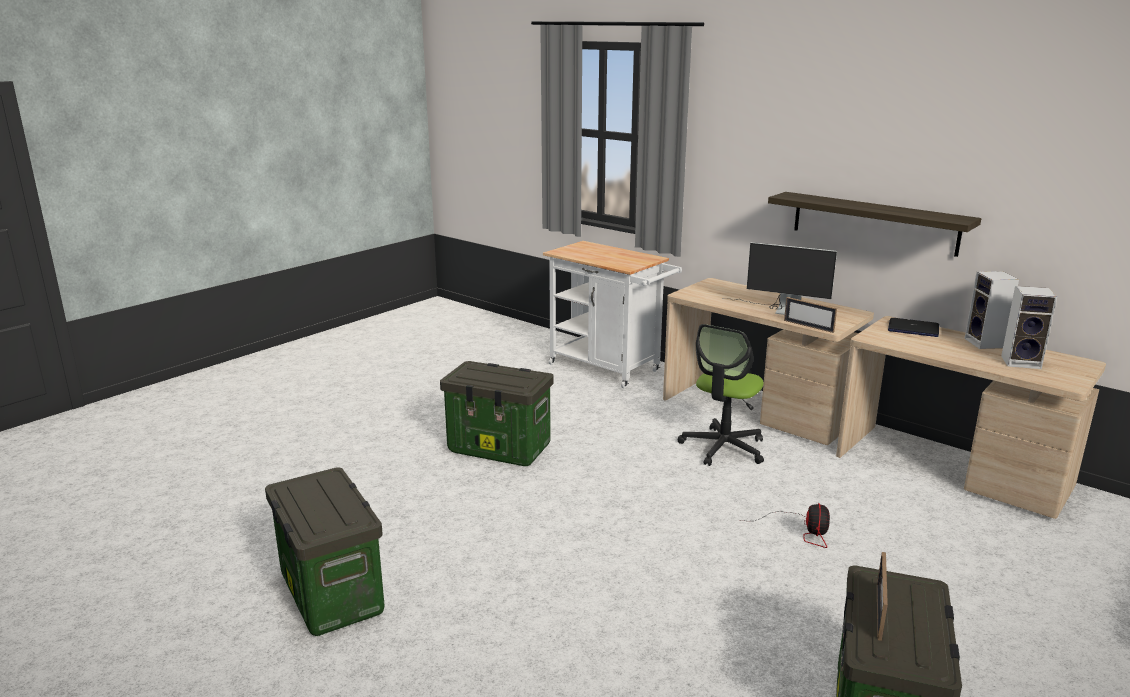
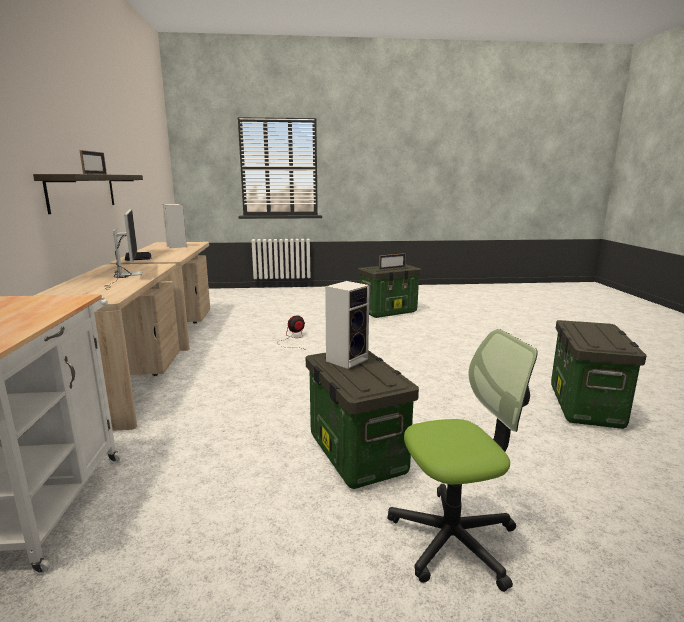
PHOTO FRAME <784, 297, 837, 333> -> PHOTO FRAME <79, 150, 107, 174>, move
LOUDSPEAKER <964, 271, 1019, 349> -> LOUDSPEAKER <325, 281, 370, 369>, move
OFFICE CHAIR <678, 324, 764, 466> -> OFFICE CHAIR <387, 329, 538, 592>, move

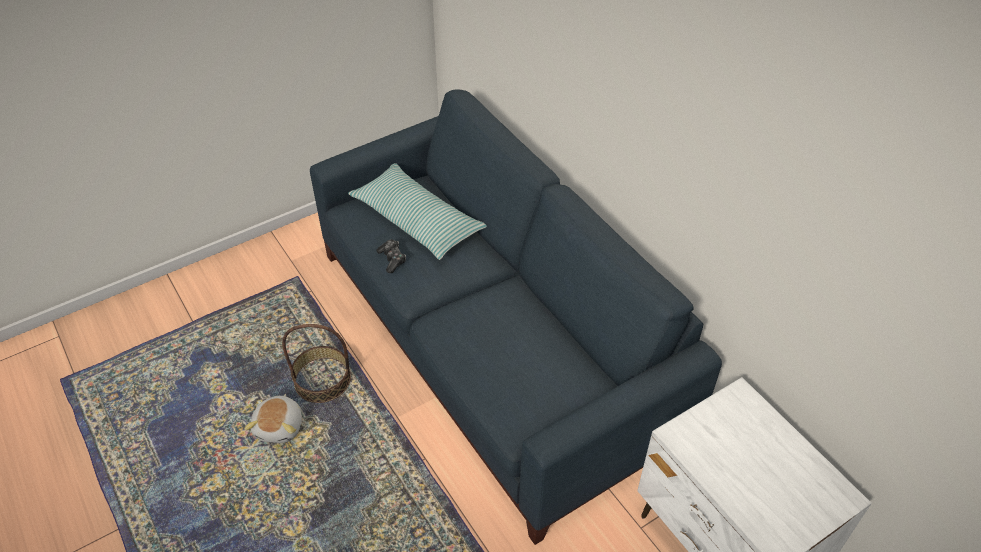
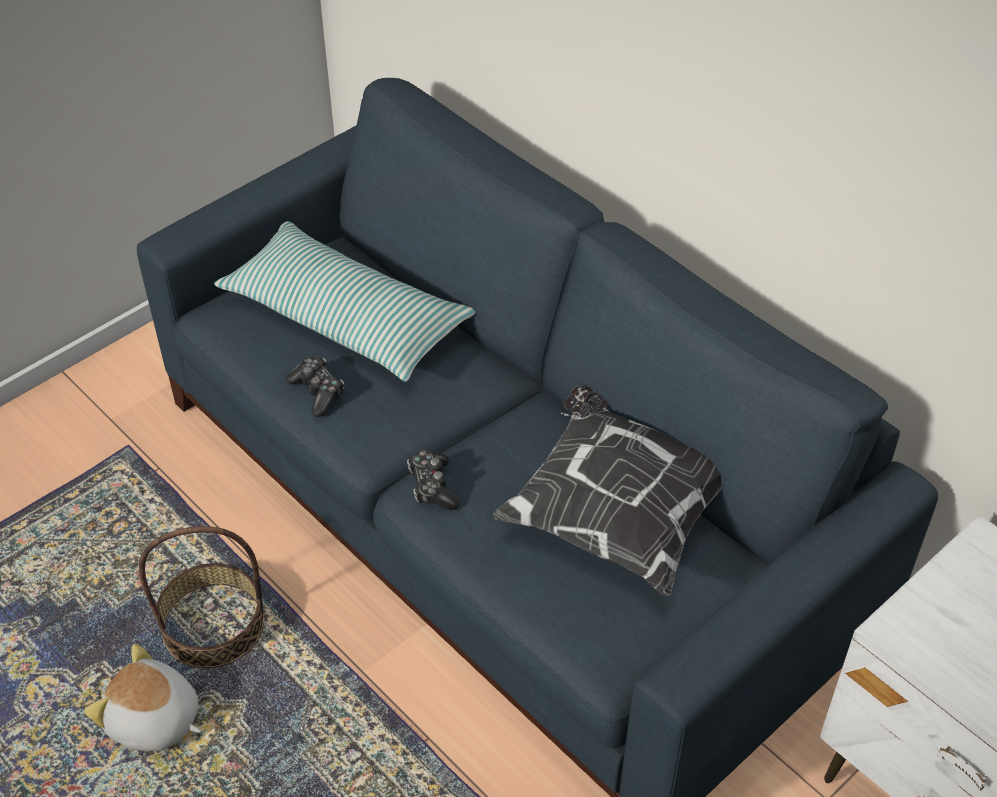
PLUSH TOY <244, 394, 302, 443> -> PLUSH TOY <84, 644, 201, 751>, 120 degrees clockwise
none -> GAMEPAD <407, 450, 459, 510>
none -> CUSHION <493, 385, 722, 597>

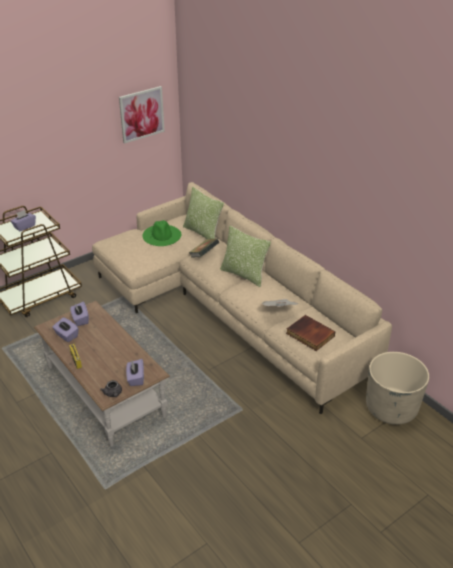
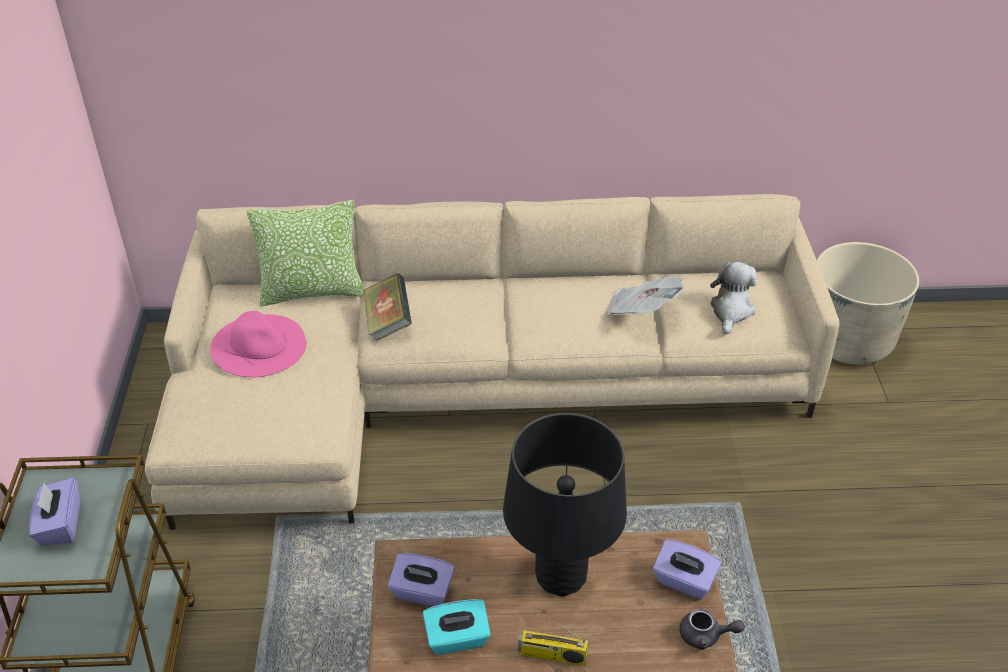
GREEN HAT <142, 220, 181, 246> -> PINKISH HAT <210, 311, 307, 377>
PURPLE TISSUE HOLDER <52, 317, 79, 342> -> TURQUOISE TISSUE HOLDER <423, 599, 491, 655>
none -> BLACK-COLOURED TABLETOP LAMP <503, 413, 627, 596>
VOLUME <286, 315, 335, 351> -> PLUSH TOY <710, 262, 757, 335>
WALL ART <119, 86, 165, 144> -> none
CUSHION <220, 226, 271, 287> -> none

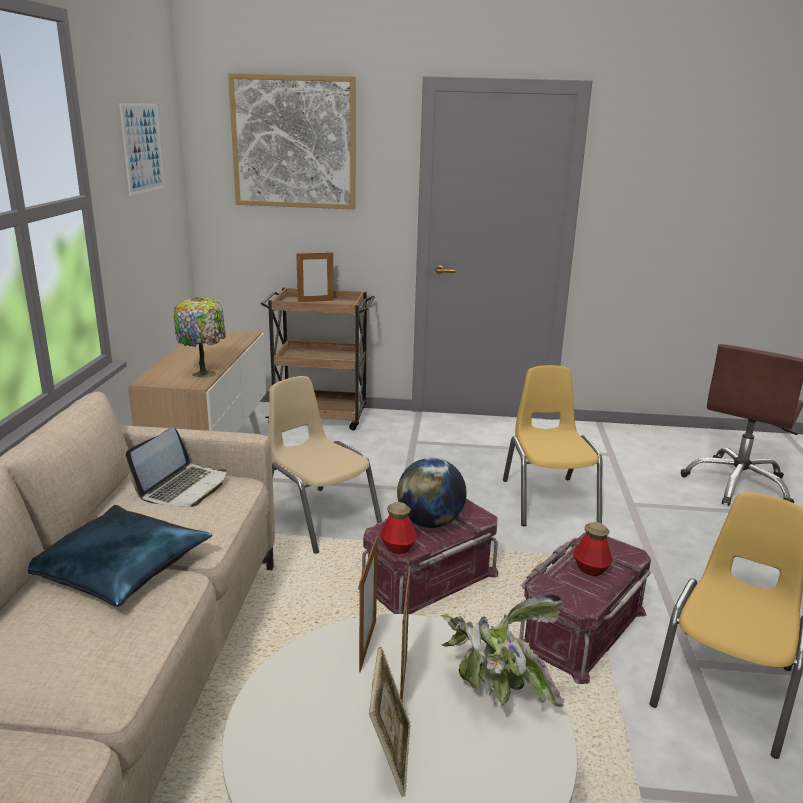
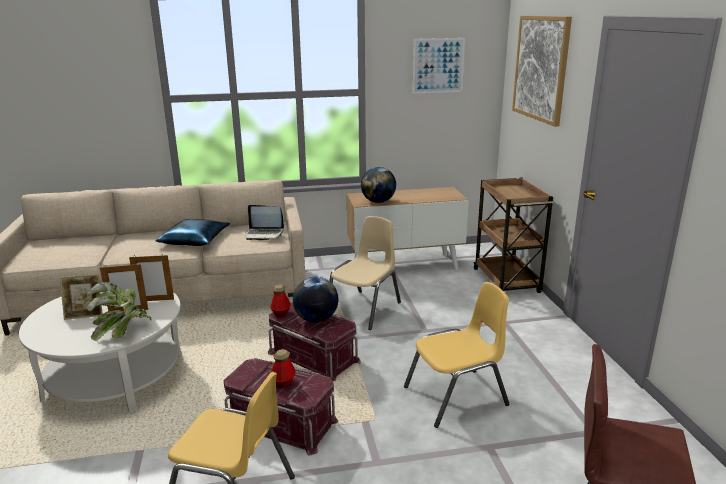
TABLETOP LAMP <173, 297, 226, 378> -> WORLD GLOBE <361, 167, 396, 203>
PHOTO FRAME <296, 251, 334, 302> -> none

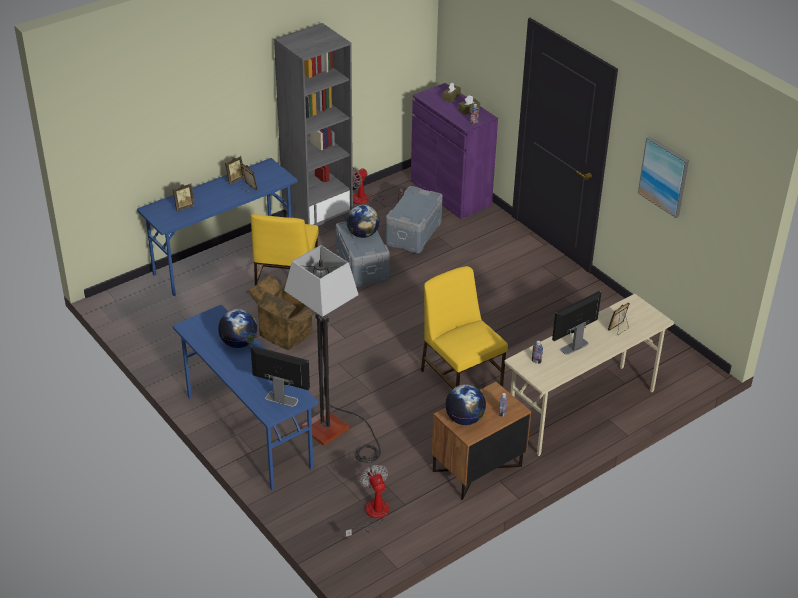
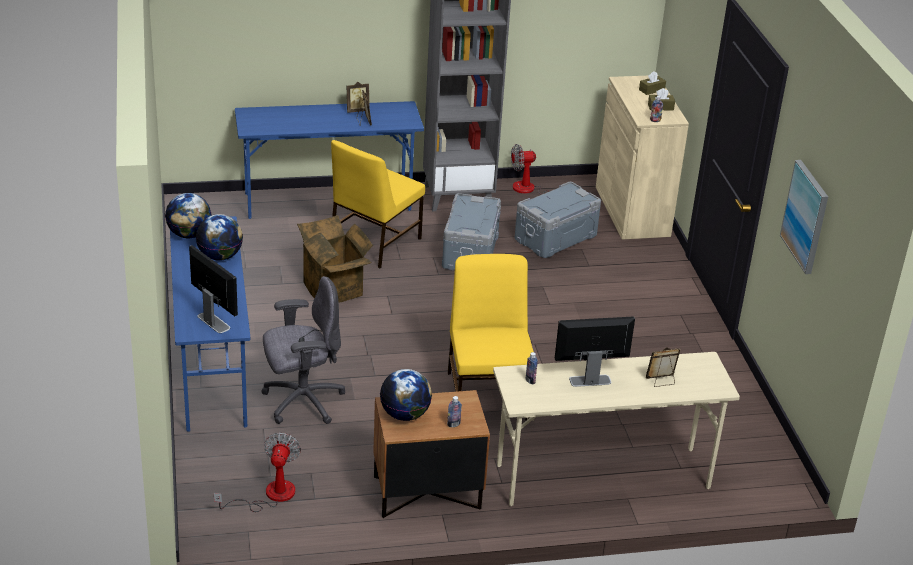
WORLD GLOBE <346, 205, 380, 238> -> WORLD GLOBE <165, 193, 212, 238>, move
STANDING LAMP <284, 245, 381, 463> -> GREYISH OFFICE CHAIR <261, 276, 345, 424>
PURPLE CABINET <411, 83, 498, 219> -> BEIGE CABINET <596, 75, 689, 240>
PHOTO FRAME <173, 184, 195, 211> -> none

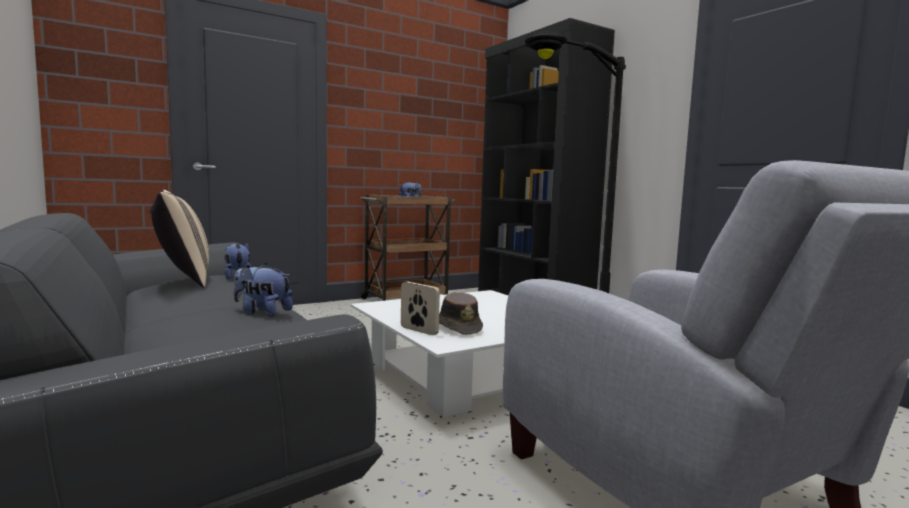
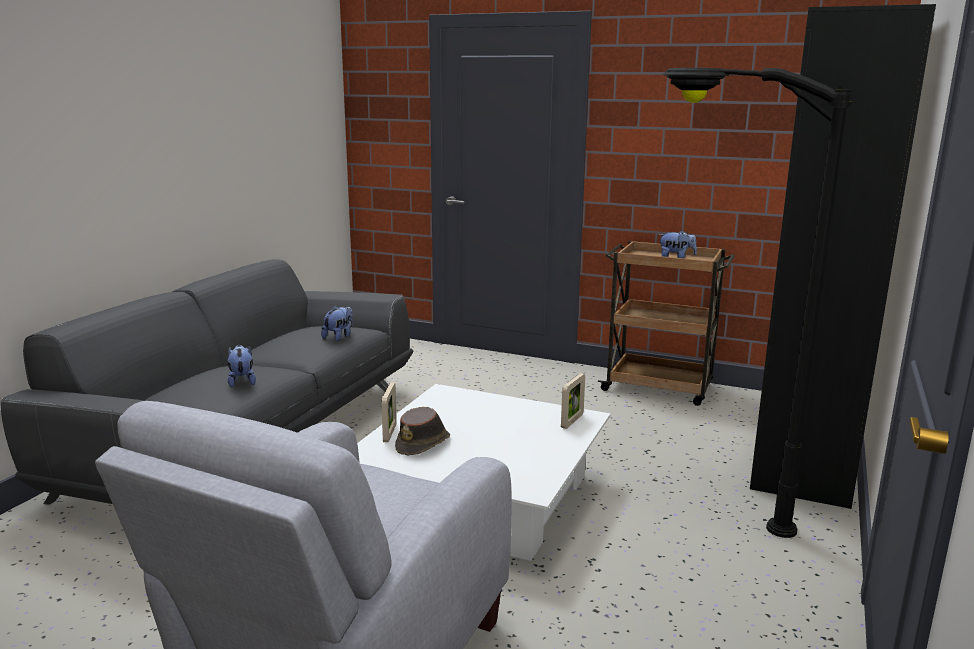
none -> PHOTO FRAME <561, 373, 585, 429>
BEIGE CUSHION <150, 190, 209, 288> -> none

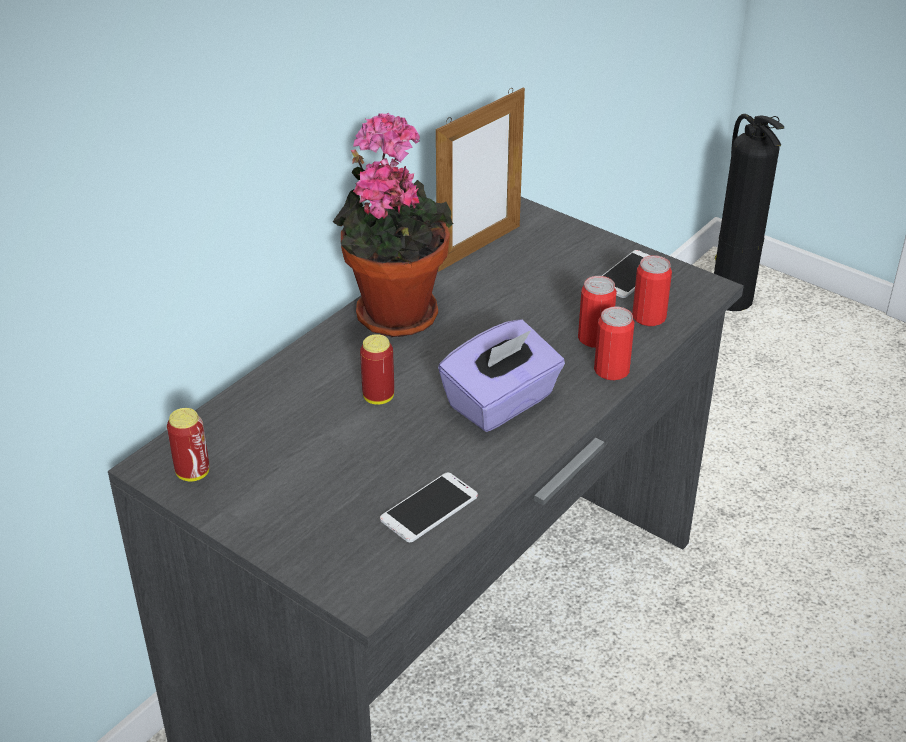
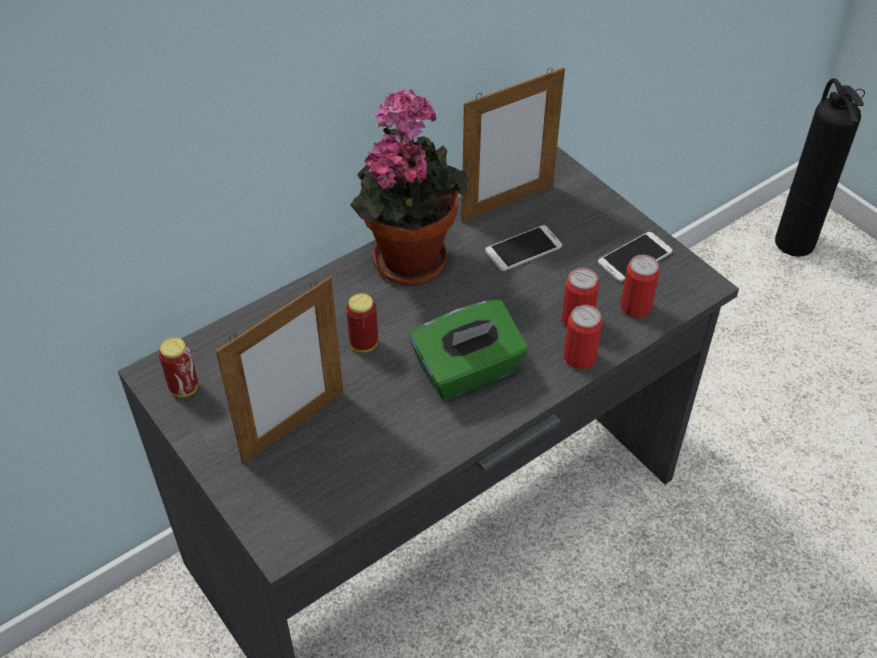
none -> PHOTO FRAME <216, 276, 343, 465>
PURPLE TISSUE HOLDER <438, 319, 565, 432> -> GREEN TISSUE HOLDER <410, 299, 528, 400>
HANDSET <380, 472, 478, 542> -> HANDSET <485, 225, 562, 271>, move

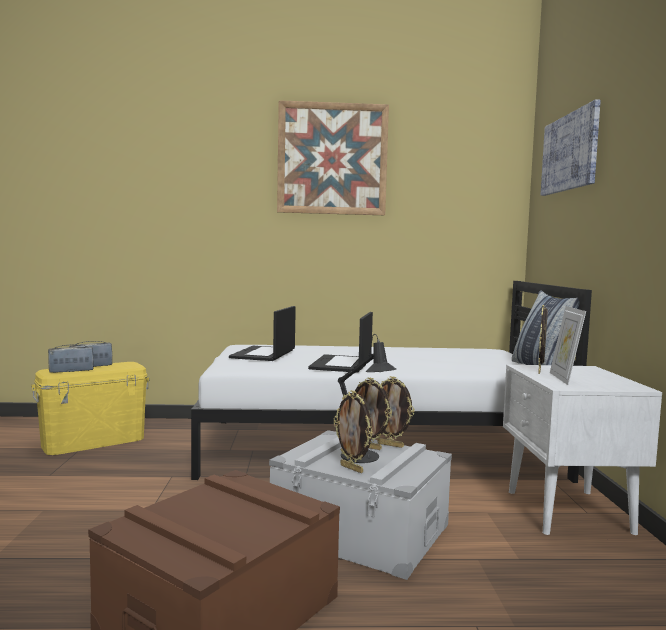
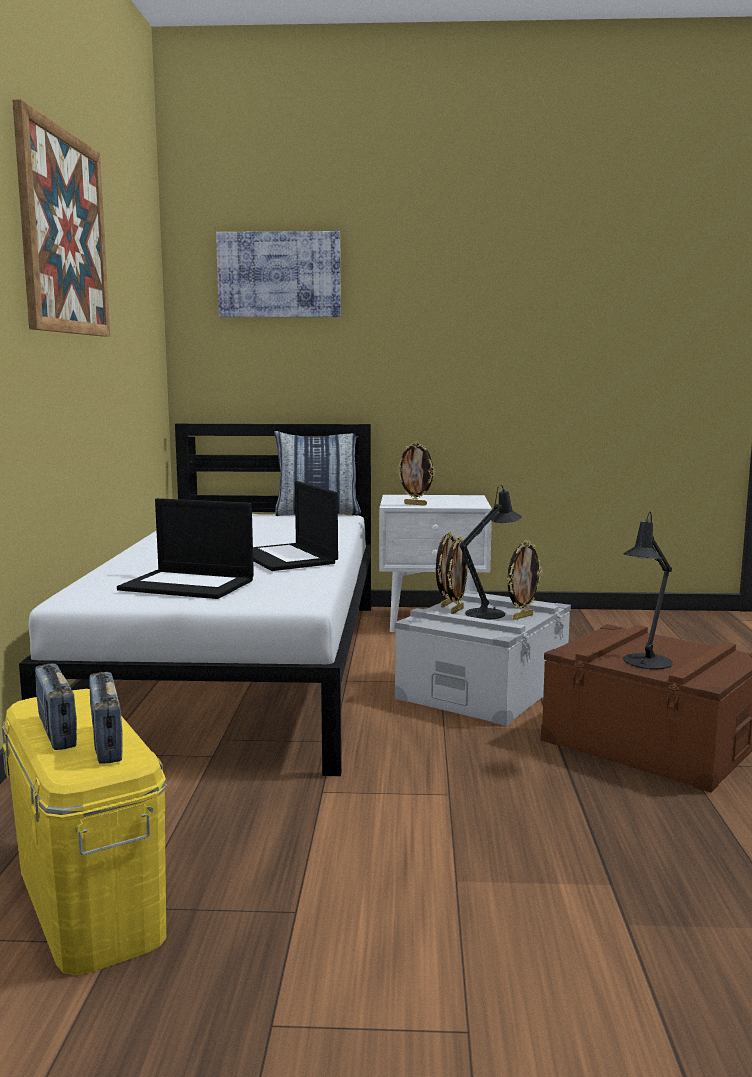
PORTABLE COMPUTER <308, 312, 373, 373> -> PORTABLE COMPUTER <253, 481, 338, 571>, 45 degrees clockwise
none -> BLACK-COLOURED TABLETOP LAMP <623, 512, 673, 669>
PHOTO FRAME <550, 306, 586, 385> -> none

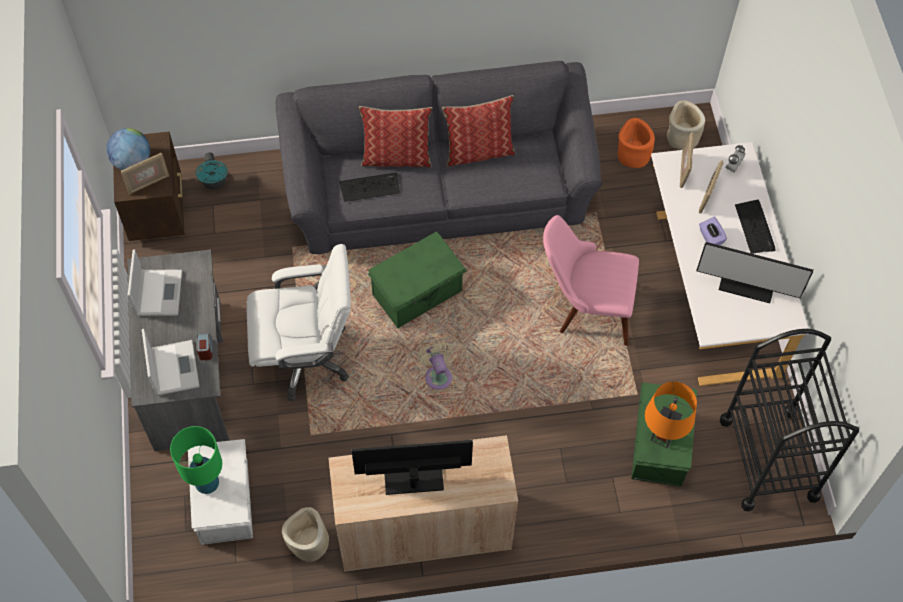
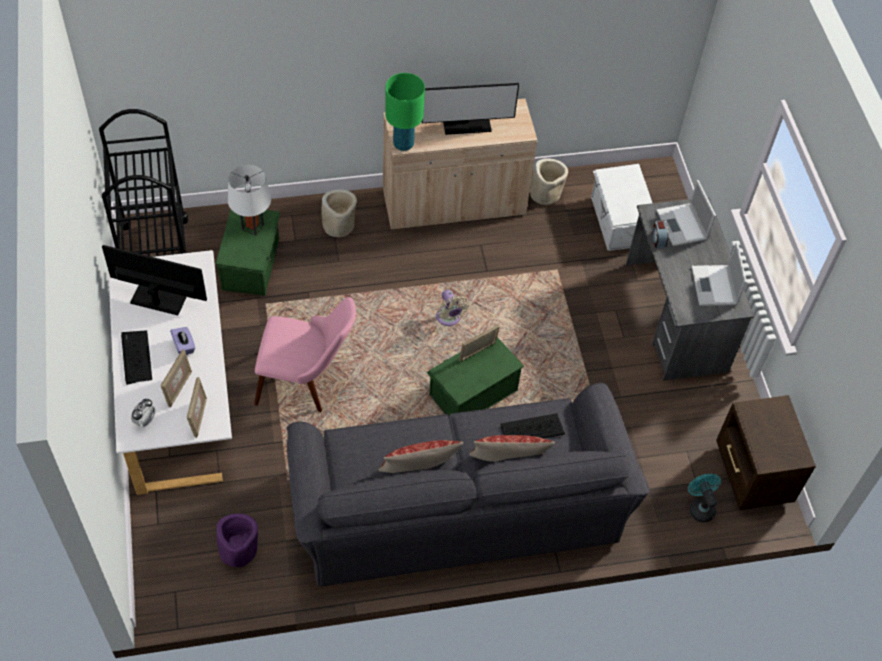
ORANGEY FLOWER POT <618, 118, 655, 168> -> PURPLE FLOWER POT <217, 514, 258, 567>
ORANGEY TABLETOP LAMP <645, 381, 697, 448> -> WHITE-COLOURED TABLETOP LAMP <228, 165, 271, 235>
BEIGE FLOWER POT <667, 100, 705, 150> -> BEIGE FLOWER POT <321, 190, 357, 237>, move
GREEN TABLETOP LAMP <170, 426, 222, 494> -> GREEN TABLETOP LAMP <385, 73, 425, 151>, move
PHOTO FRAME <121, 153, 169, 195> -> PHOTO FRAME <459, 325, 500, 361>, move
WORLD GLOBE <106, 128, 150, 170> -> none
WHITE-COLOURED OFFICE CHAIR <247, 244, 351, 401> -> none

